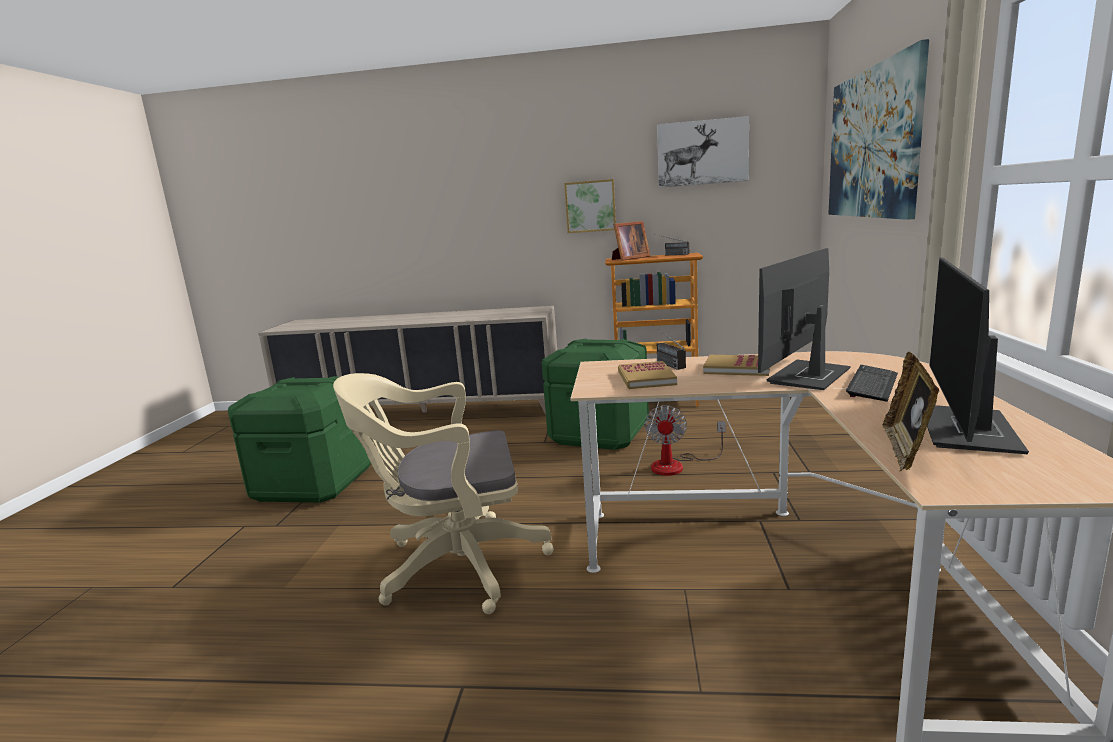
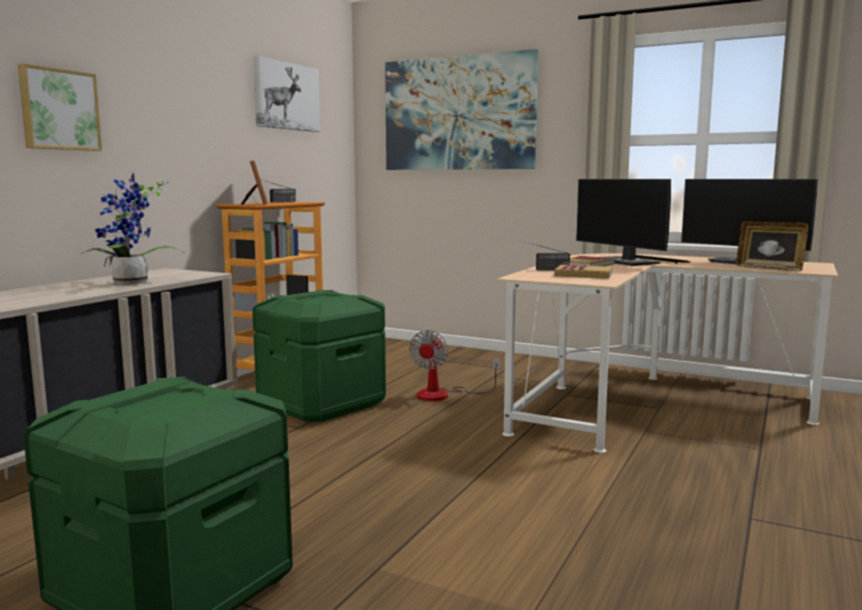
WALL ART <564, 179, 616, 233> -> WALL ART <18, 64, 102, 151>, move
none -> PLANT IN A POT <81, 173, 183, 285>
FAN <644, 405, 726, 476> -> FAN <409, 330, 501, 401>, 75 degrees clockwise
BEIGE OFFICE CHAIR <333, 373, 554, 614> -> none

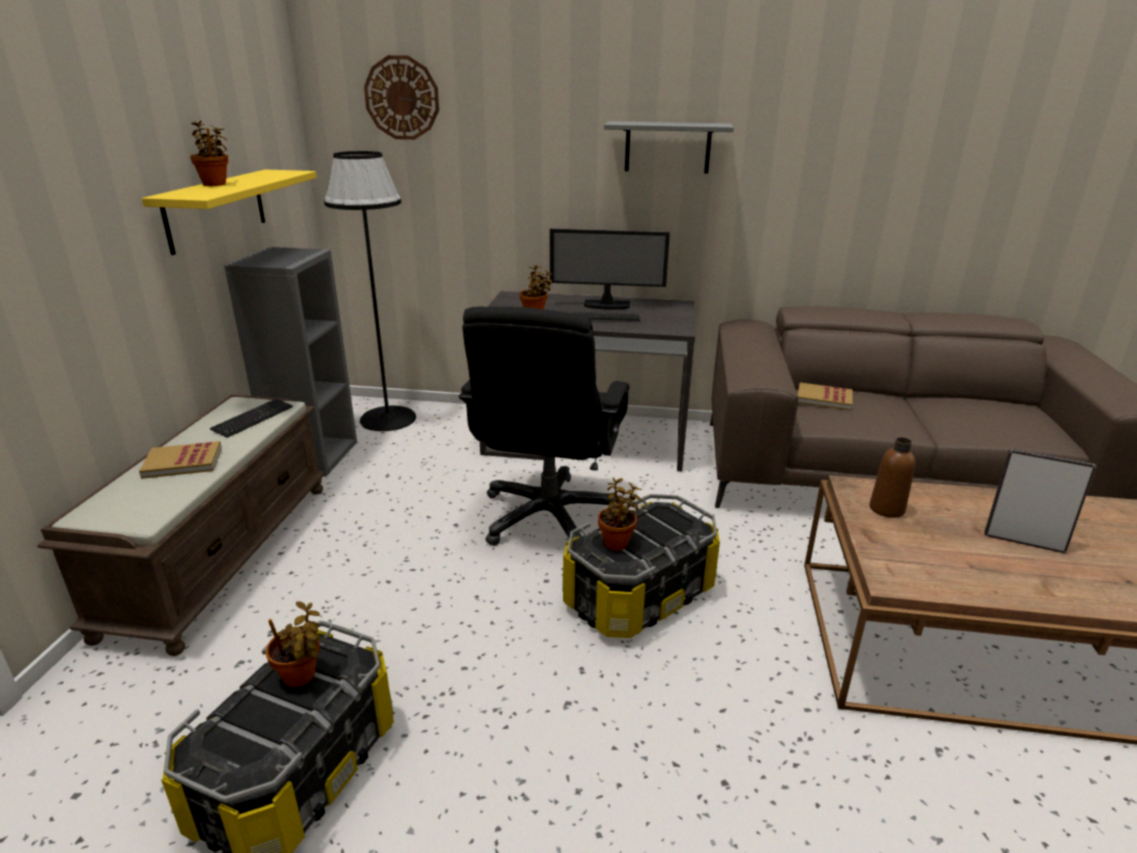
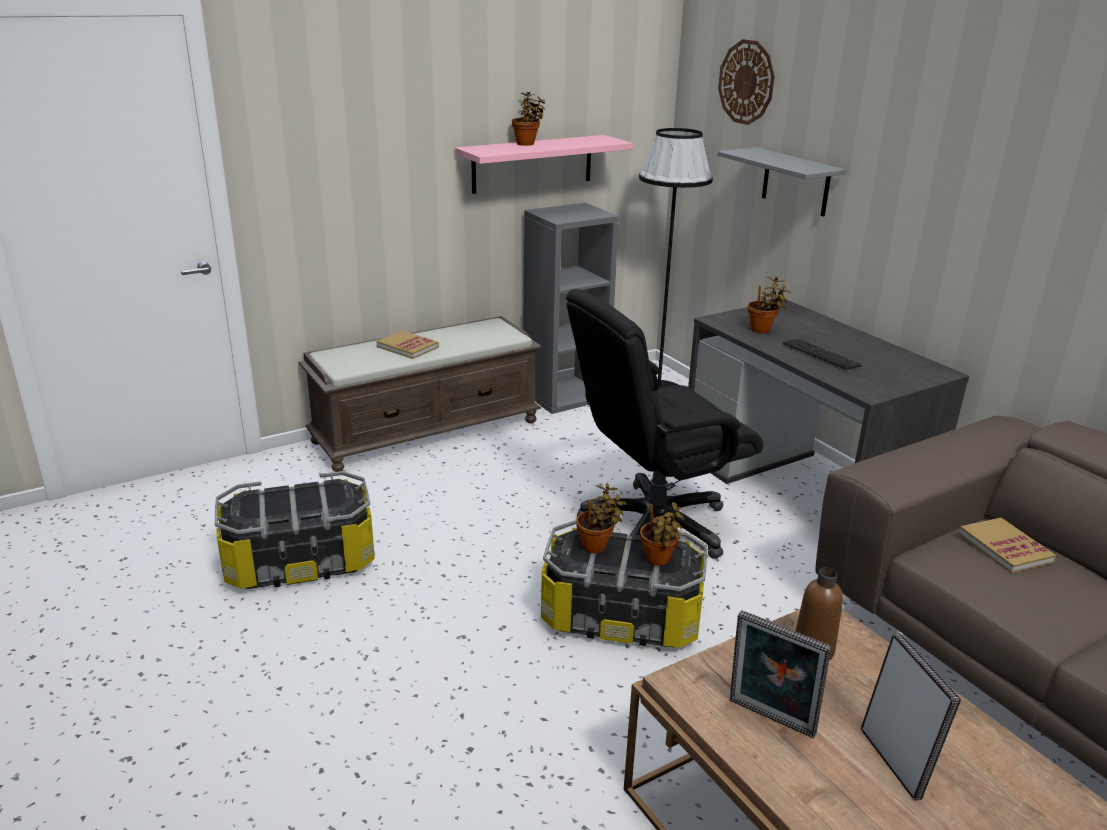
YELLOWISH SHELF <142, 170, 317, 255> -> PINKISH SHELF <455, 135, 633, 194>
PLANT IN A POT <266, 601, 321, 687> -> PLANT IN A POT <640, 502, 684, 566>, move
GREYISH SHELF <604, 121, 734, 174> -> GREYISH SHELF <718, 147, 847, 217>, move
none -> PHOTO FRAME <730, 610, 831, 738>
PC KEYBOARD <210, 399, 293, 438> -> none
MONITOR <550, 229, 670, 310> -> none

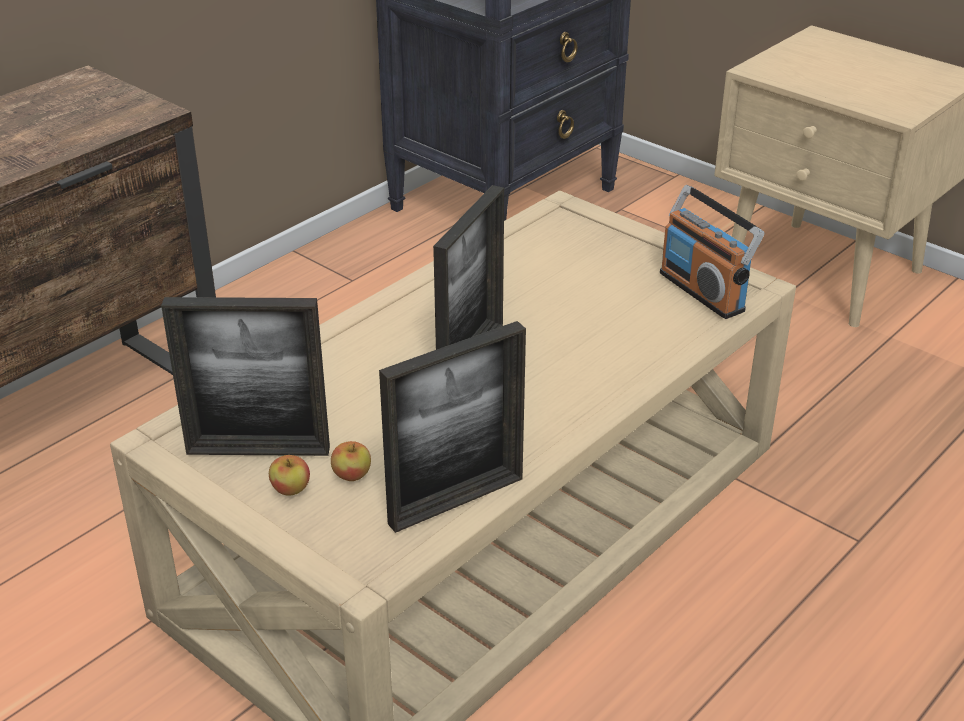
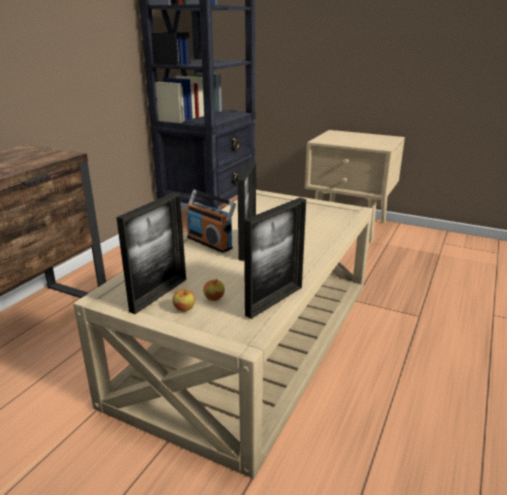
PHOTO FRAME <161, 297, 330, 456> -> PHOTO FRAME <116, 192, 186, 314>, 45 degrees counterclockwise
RADIO <660, 185, 764, 319> -> RADIO <186, 190, 236, 253>, move

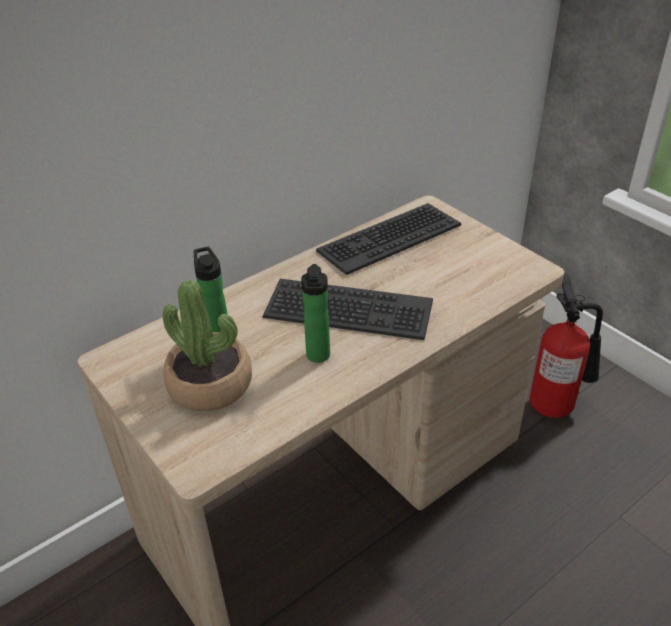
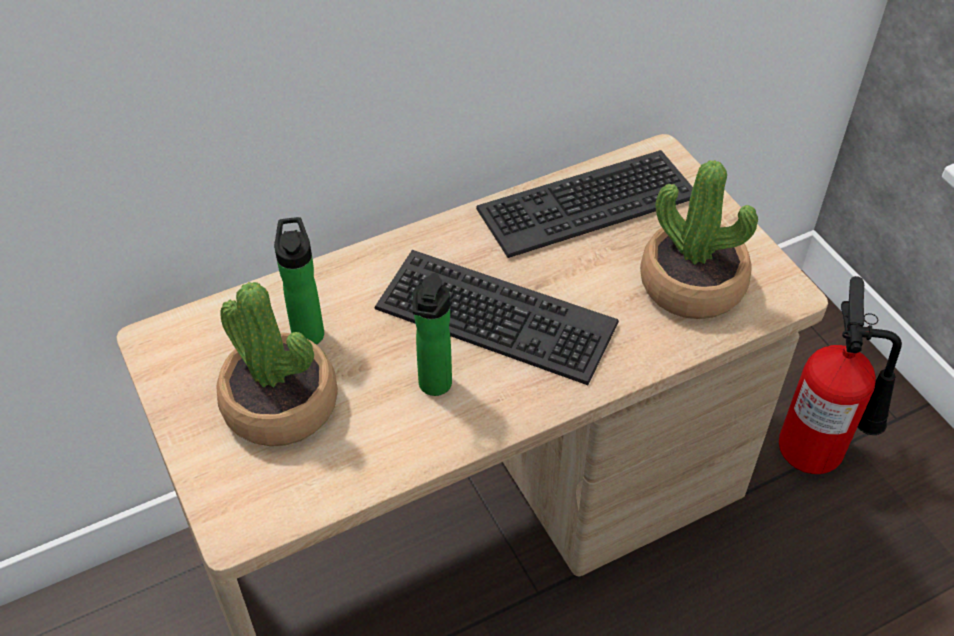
none -> PLANT IN A POT <640, 160, 758, 319>

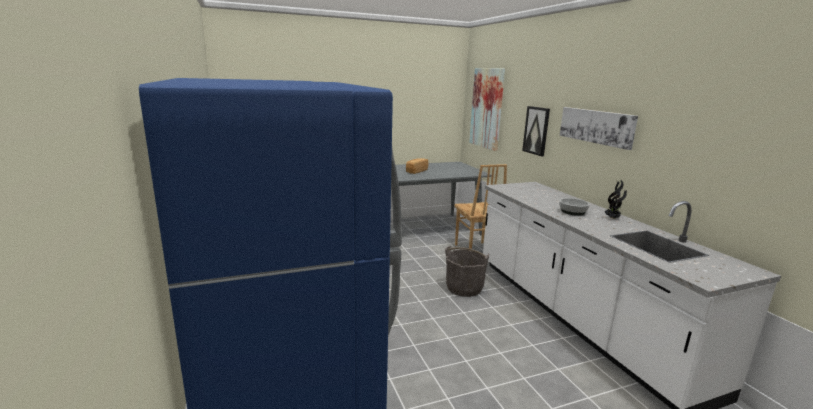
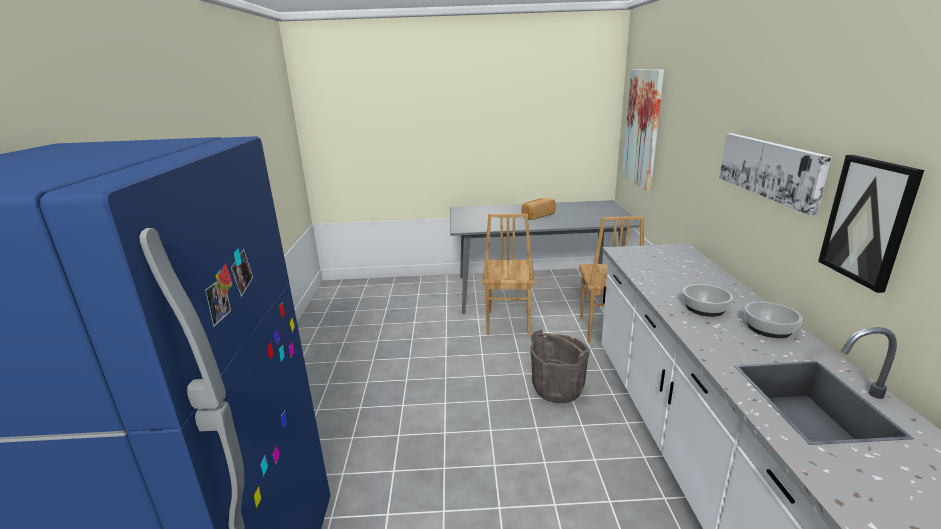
none -> BROWN PLAIN CHAIR <482, 214, 534, 336>
PLANT IN A POT <604, 180, 627, 219> -> SERVING BOWL <744, 302, 803, 338>
WALL ART <522, 106, 550, 156> -> WALL ART <818, 155, 924, 293>, move

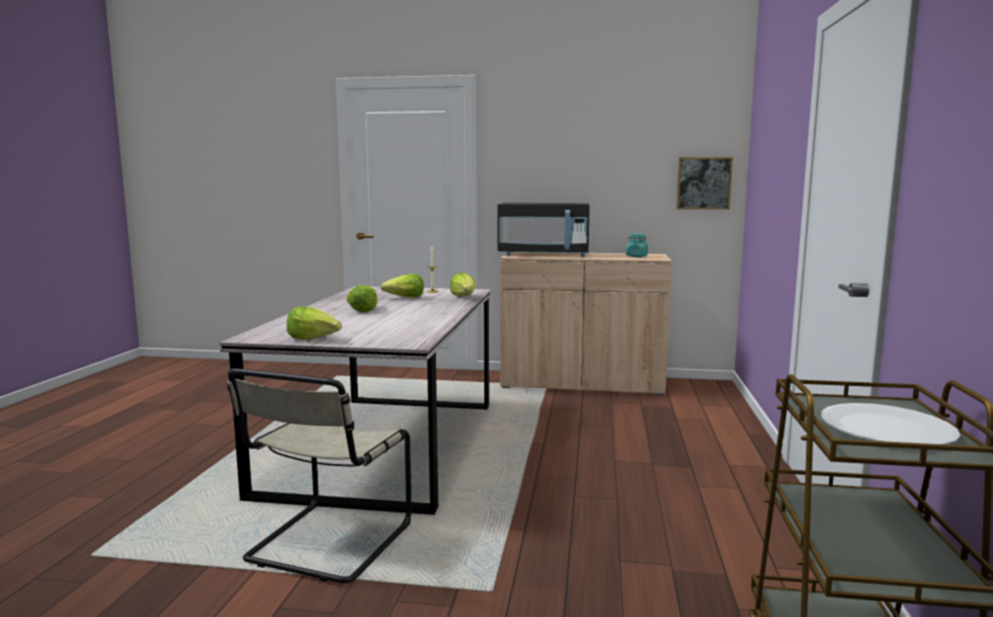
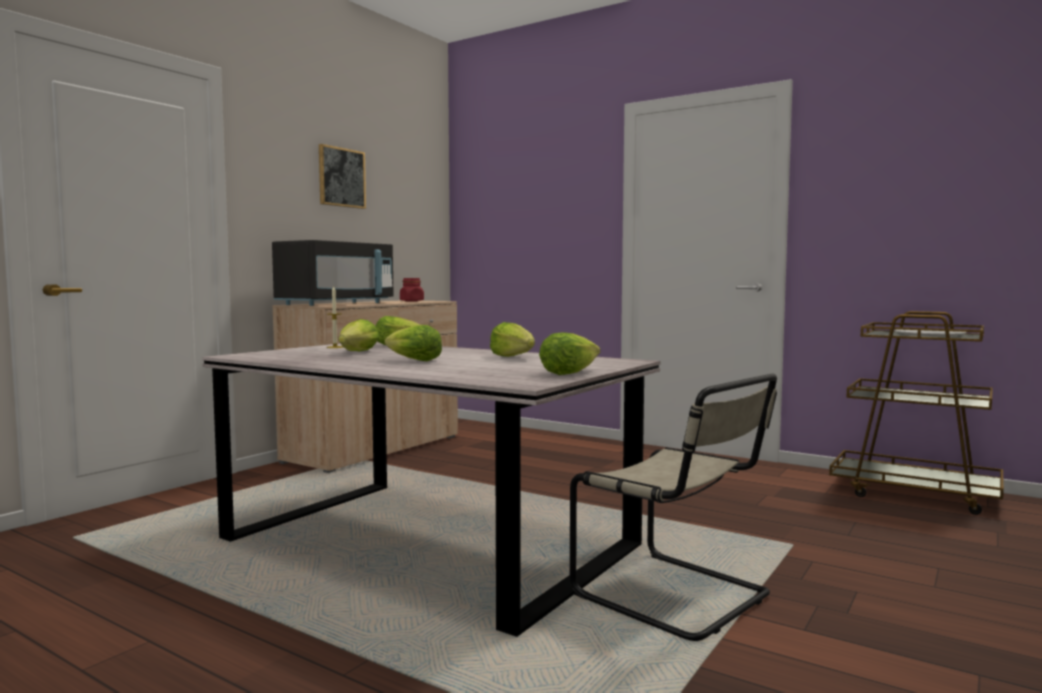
WALL ART <677, 157, 733, 210> -> WALL ART <319, 144, 366, 209>, move
TURQUOISE JAR <626, 234, 648, 257> -> REDDISH JAR <400, 278, 424, 302>
none -> LETTUCE <490, 322, 535, 357>

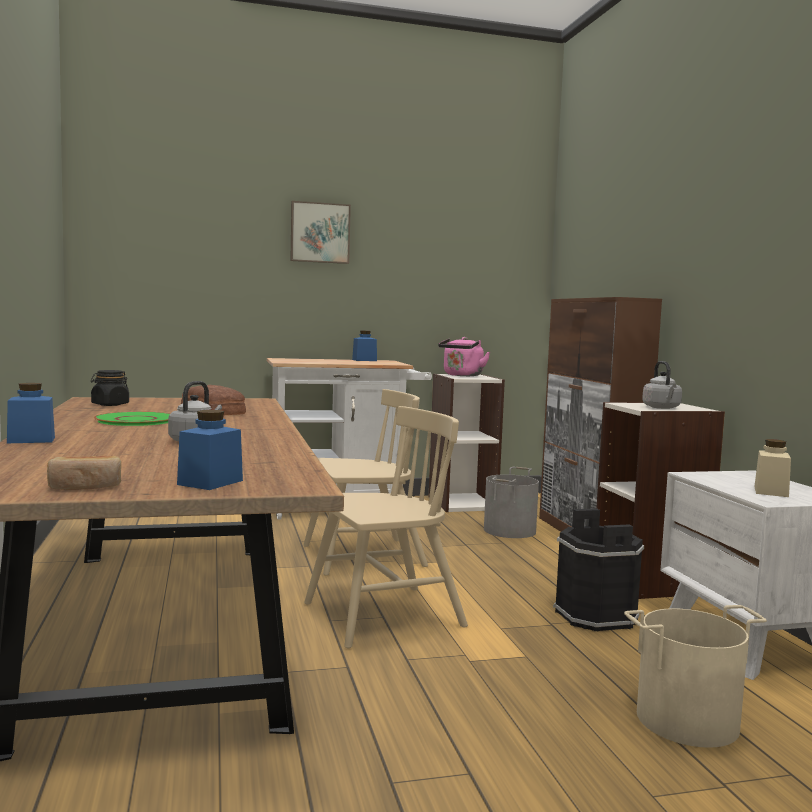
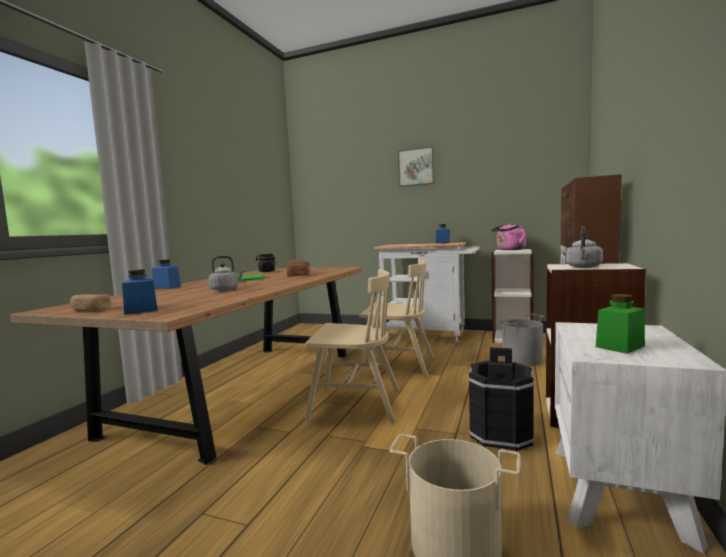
BEIGE JAR <754, 439, 791, 497> -> GREEN JAR <596, 294, 645, 354>

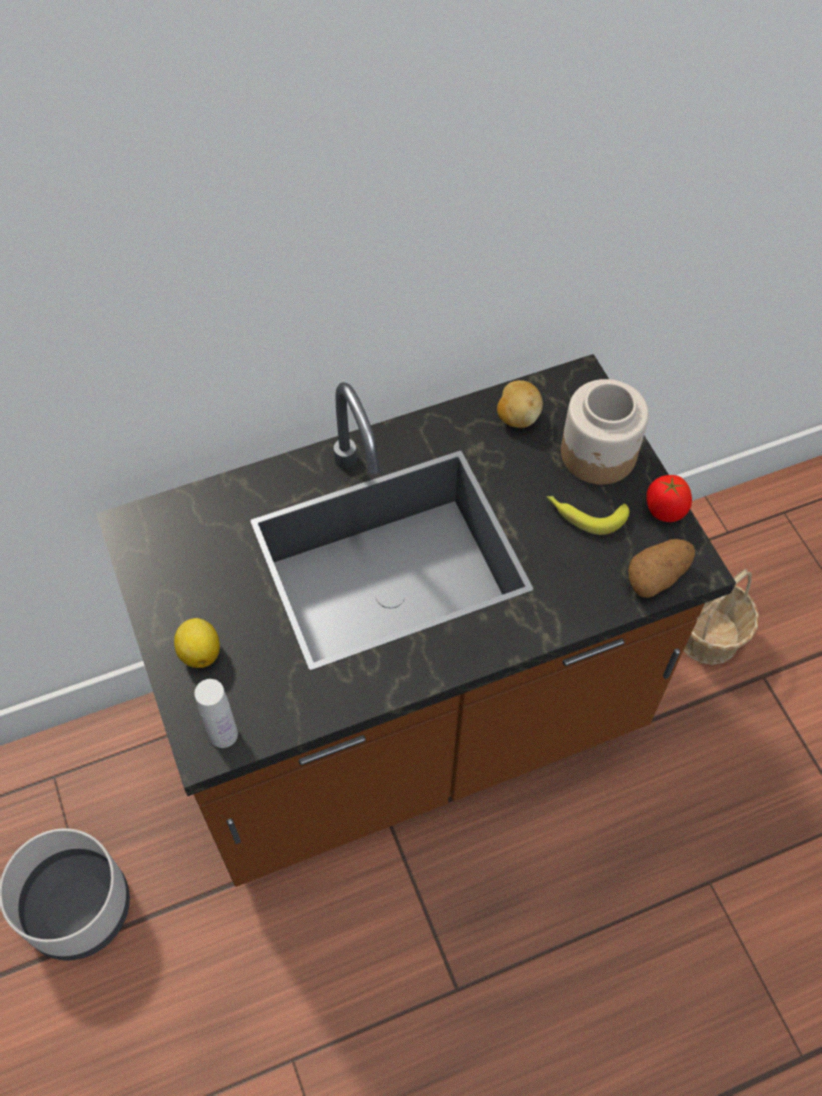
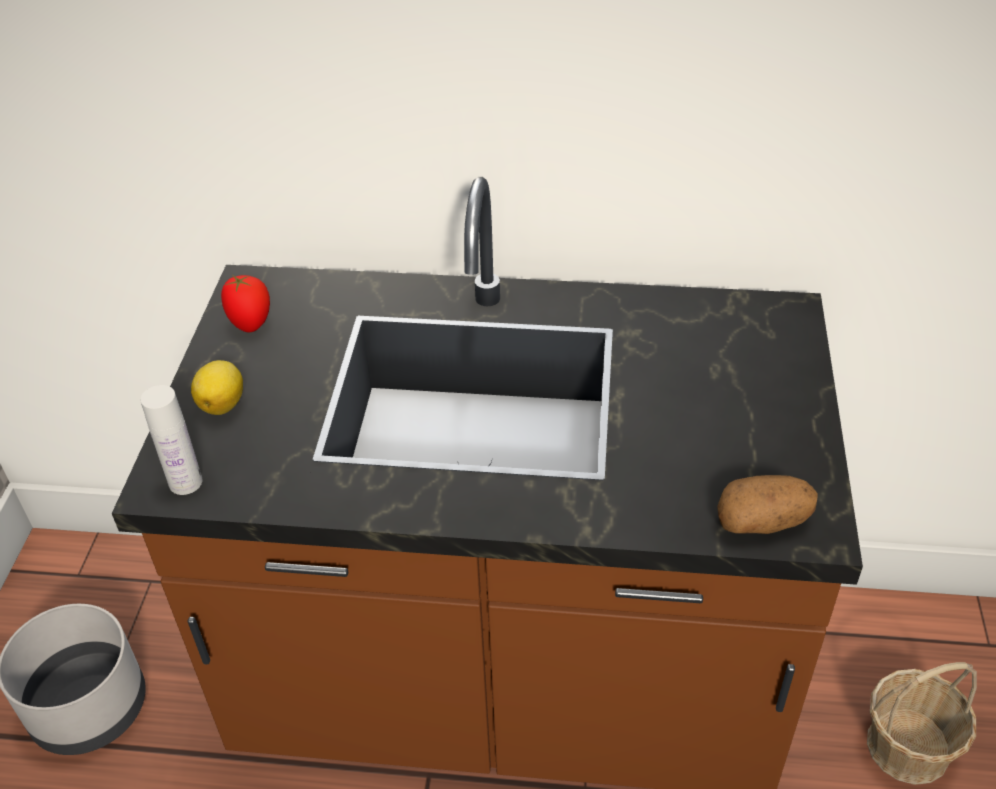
TOMATO <646, 475, 692, 522> -> TOMATO <221, 275, 270, 333>, move
WHOLE POTATO <497, 380, 543, 428> -> none
BANANA FRUIT <547, 496, 629, 535> -> none
JAR <561, 379, 649, 484> -> none

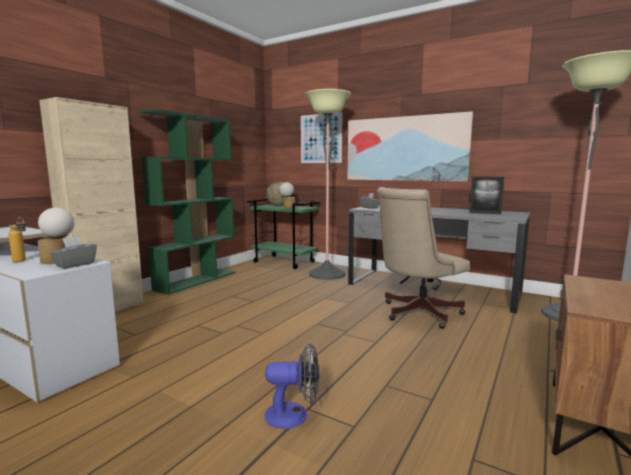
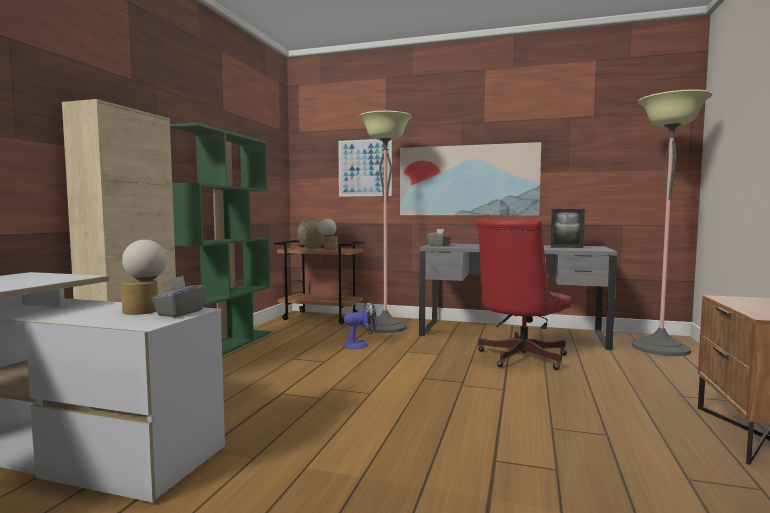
GREEN WHEELED CART <247, 199, 320, 269> -> BROWN WHEELED CART <274, 240, 365, 324>
FAN <264, 343, 319, 429> -> FAN <343, 301, 377, 349>, move
BEIGE OFFICE CHAIR <377, 187, 470, 329> -> REDDISH OFFICE CHAIR <476, 219, 571, 370>
DRINK BOTTLE <8, 218, 26, 262> -> none

